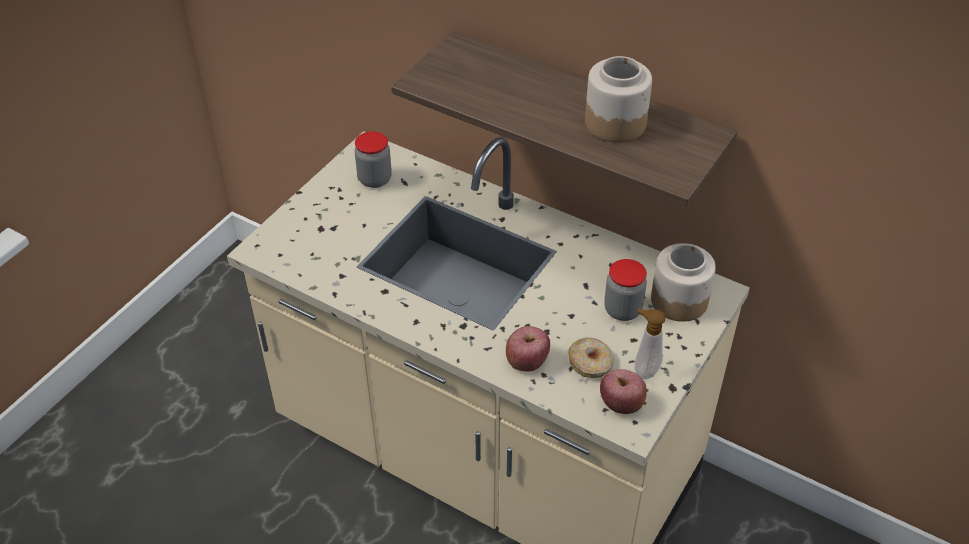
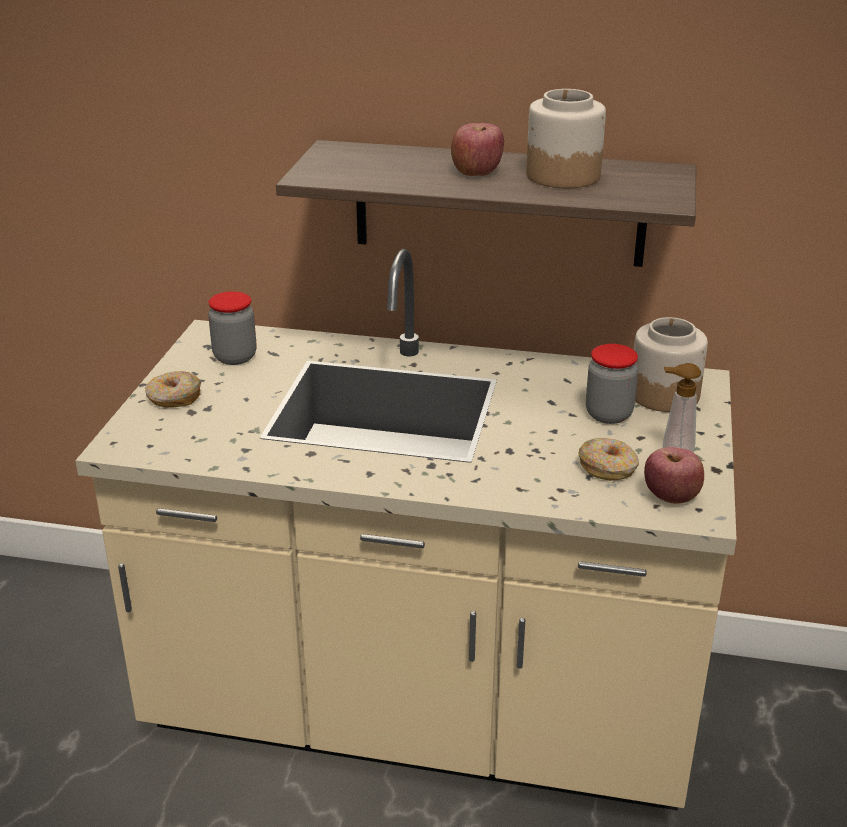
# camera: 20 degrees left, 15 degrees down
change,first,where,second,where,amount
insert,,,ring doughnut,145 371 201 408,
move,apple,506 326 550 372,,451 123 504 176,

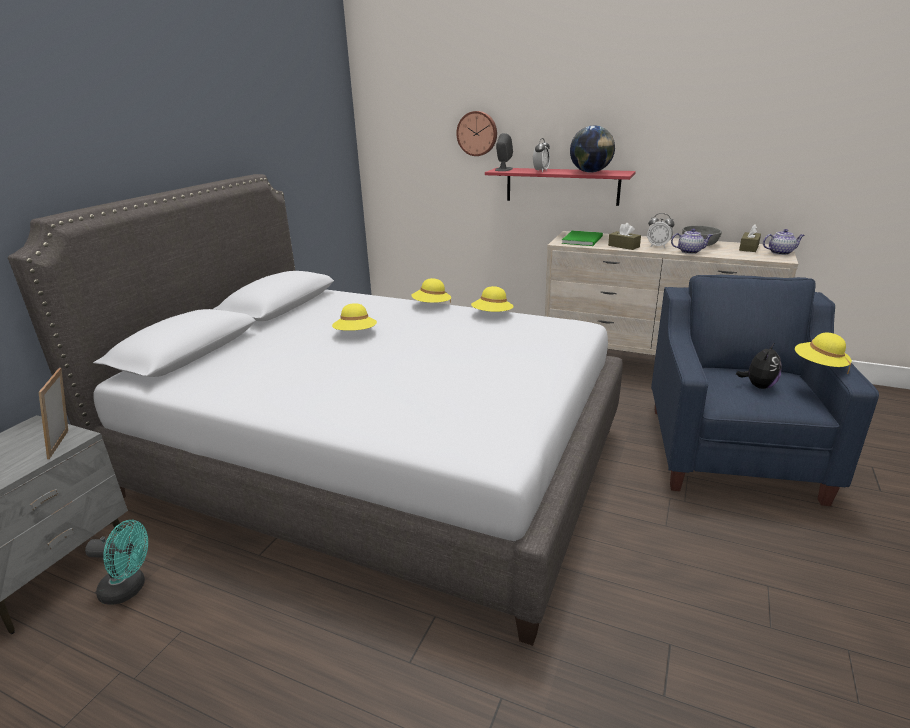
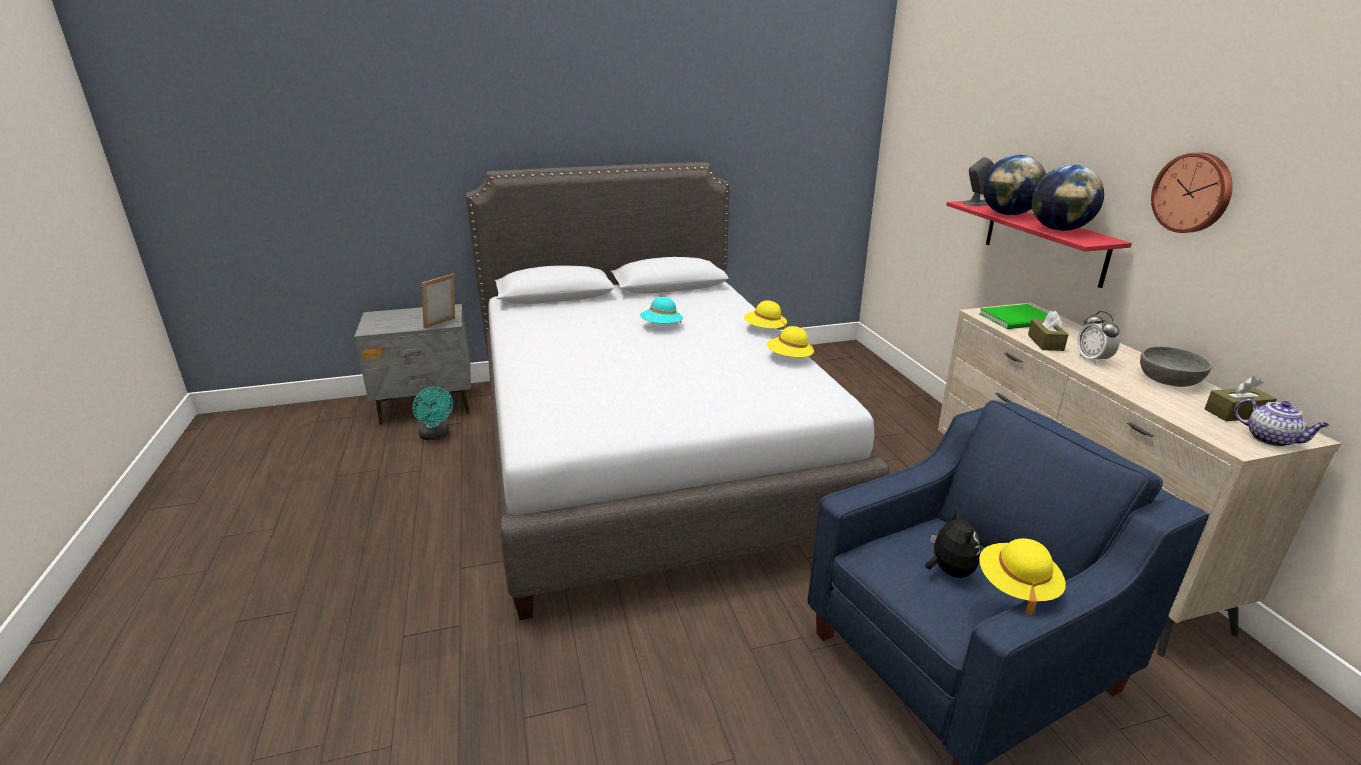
# camera: 50 degrees right, 0 degrees up
change,first,where,second,where,amount
delete,teapot,671 229 712 254,,,
move,wall clock,456 111 497 156,,1151 153 1233 233,
replace,table clock,533 138 550 172,globe,983 155 1046 215,
recolor,yellowish wearable hat,332 303 377 331,blue-green wearable hat,640 297 683 323,
rotate,cuddly toy,736 344 782 389,,925 509 981 578,90 degrees counterclockwise

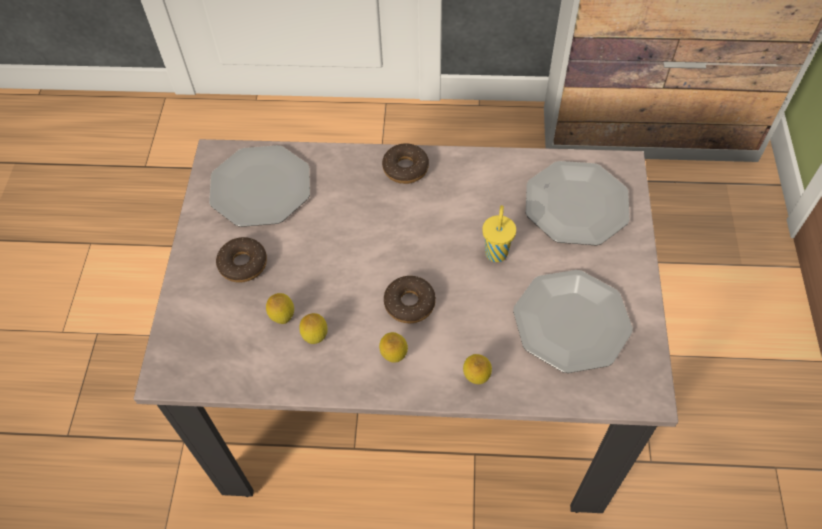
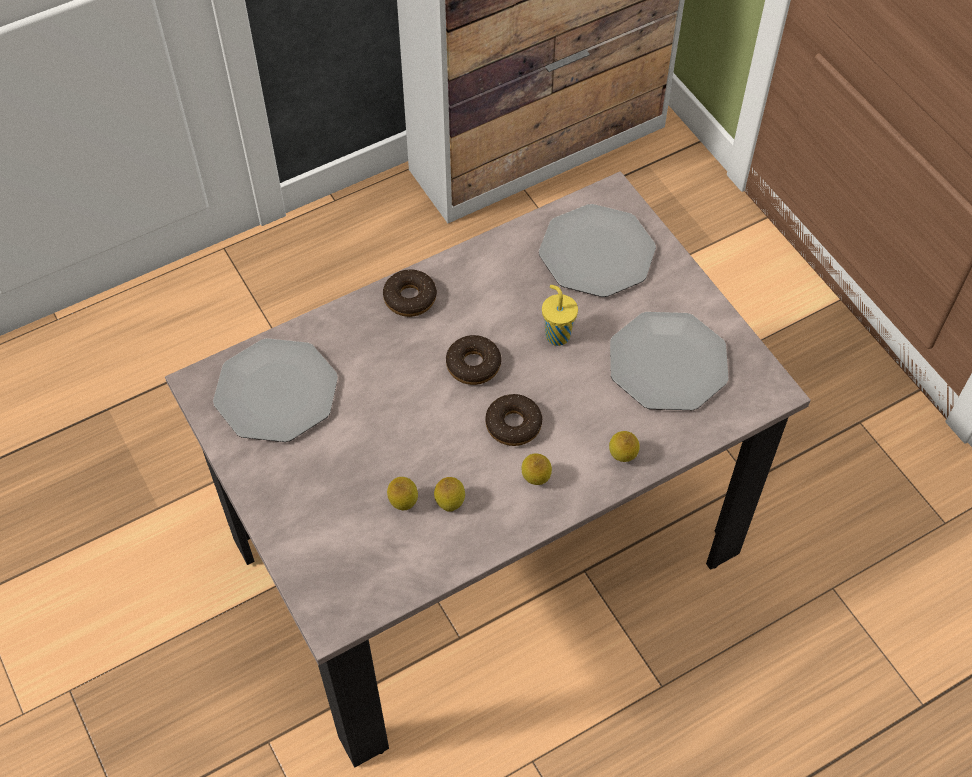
# camera: 35 degrees left, 0 degrees up
change,first,where,second,where,amount
move,ring doughnut,216 237 267 283,,446 335 502 385,

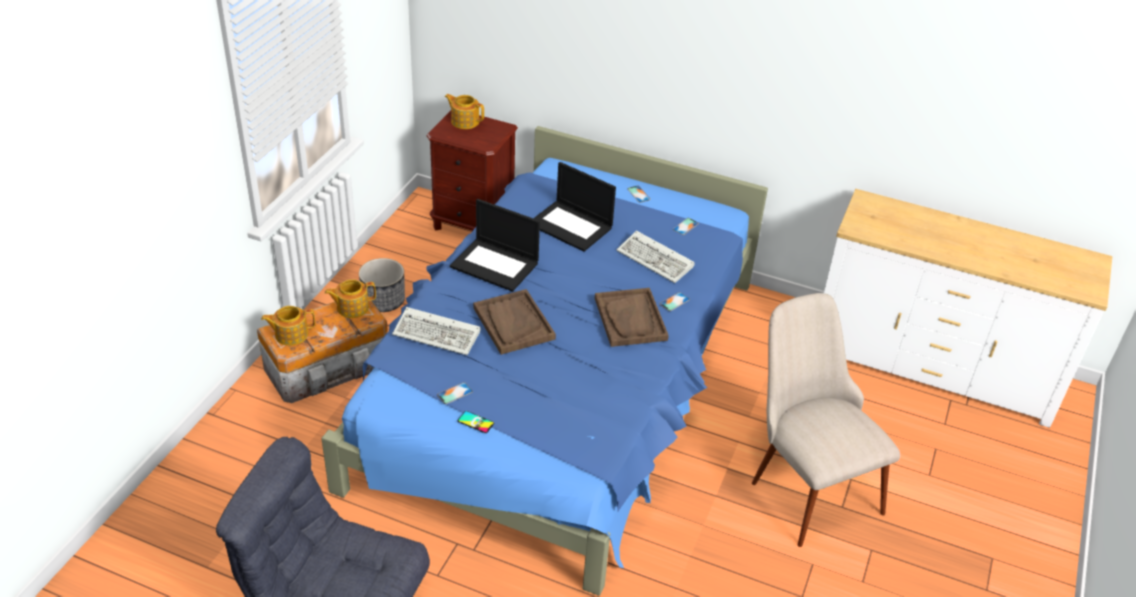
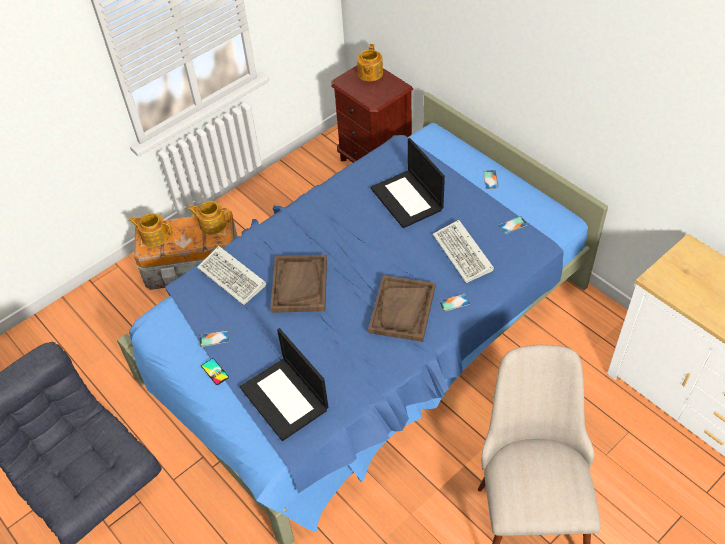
# camera: 30 degrees right, 10 degrees up
change,first,where,second,where,amount
delete,plant pot,359 258 405 312,,,
move,notebook computer,450 199 540 292,,240 328 329 441,
rotate,teapot,445 94 484 129,,357 44 383 81,135 degrees counterclockwise

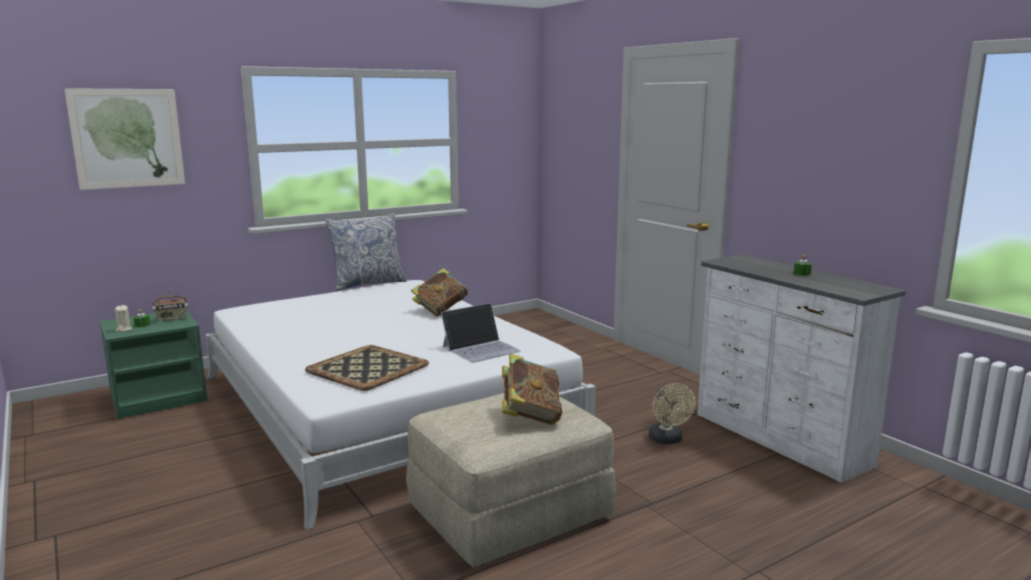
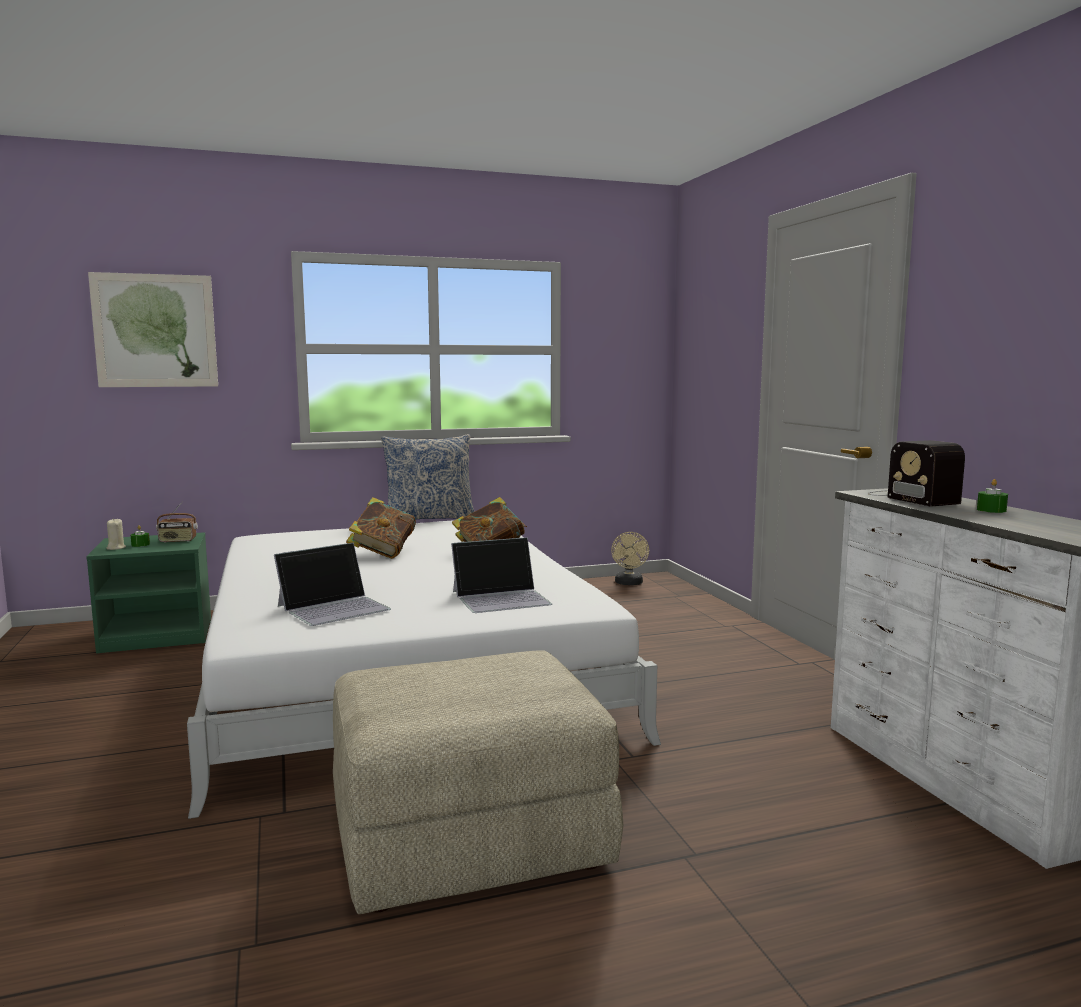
# camera: 15 degrees right, 5 degrees down
change,first,where,second,where,amount
insert,,,radio receiver,867 440 965 507,
move,bound book,502 354 562 424,,346 497 416 559,
move,sand-coloured cooling fan,648 383 696 444,,611 532 649 585,
replace,serving tray,305 345 429 391,notebook computer,274 543 391 626,

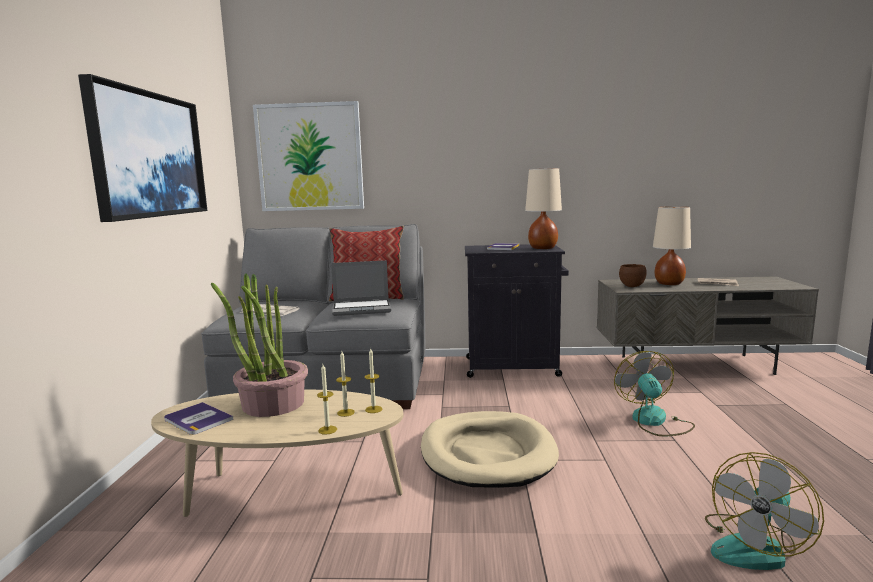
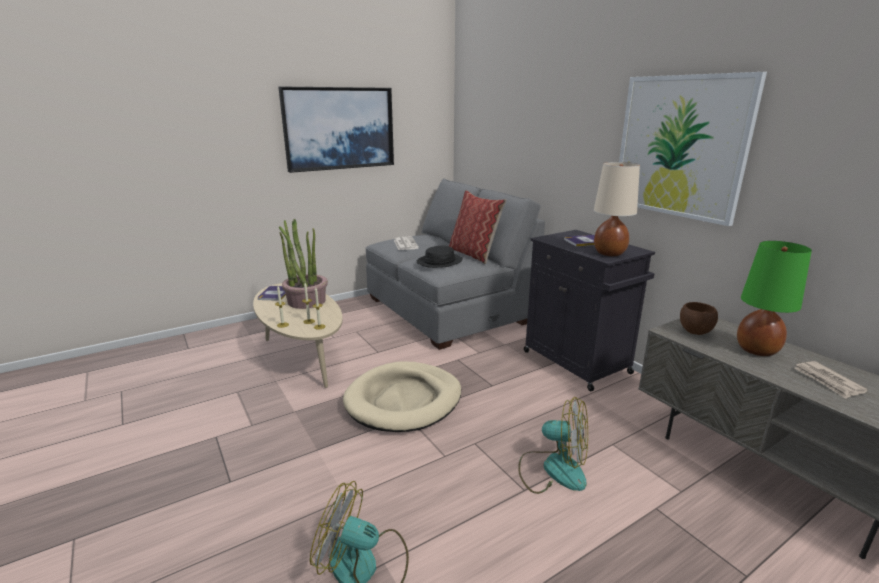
# camera: 55 degrees right, 10 degrees up
change,first,where,second,where,amount
move,wall art,253 101 364 211,,619 72 767 226,
replace,notebook computer,331 260 391 316,black-coloured wearable hat,417 246 463 268,
recolor,sand-coloured table lamp,653 206 691 285,green-coloured table lamp,737 241 812 356,
rotate,cooling fan,614 351 695 436,,518 397 588 494,60 degrees clockwise

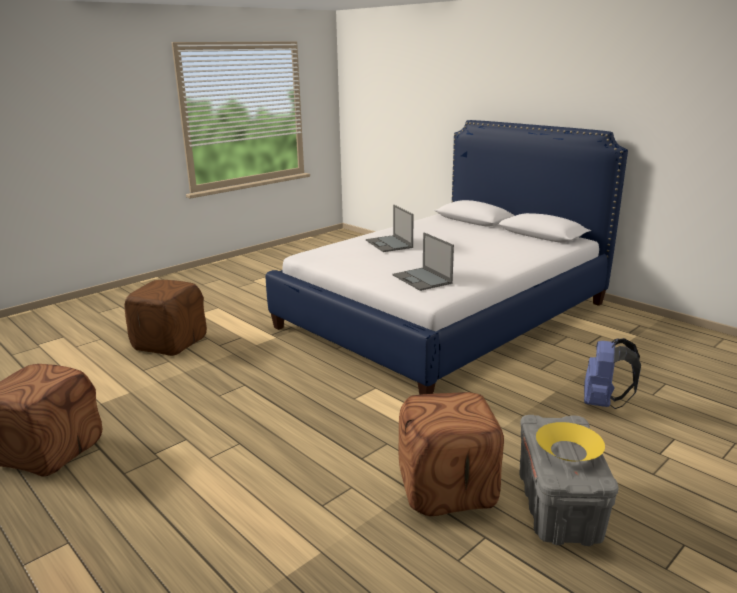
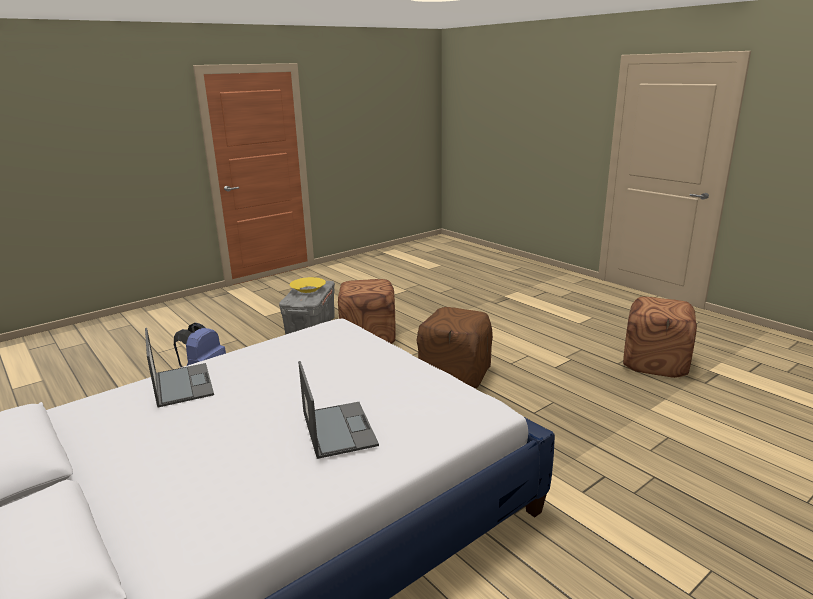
# camera: 175 degrees left, 0 degrees up
change,first,where,second,where,amount
move,brownish footrest,124 280 207 356,,417 307 493 389,
move,notebook computer,393 232 454 291,,145 328 214 407,

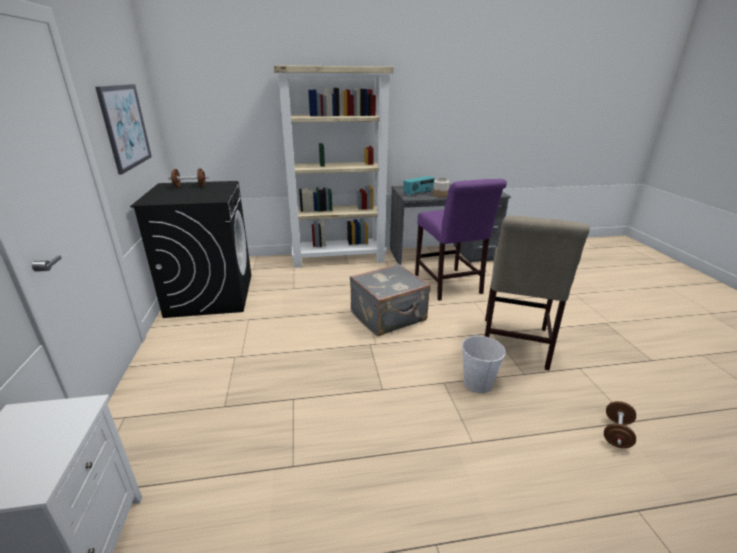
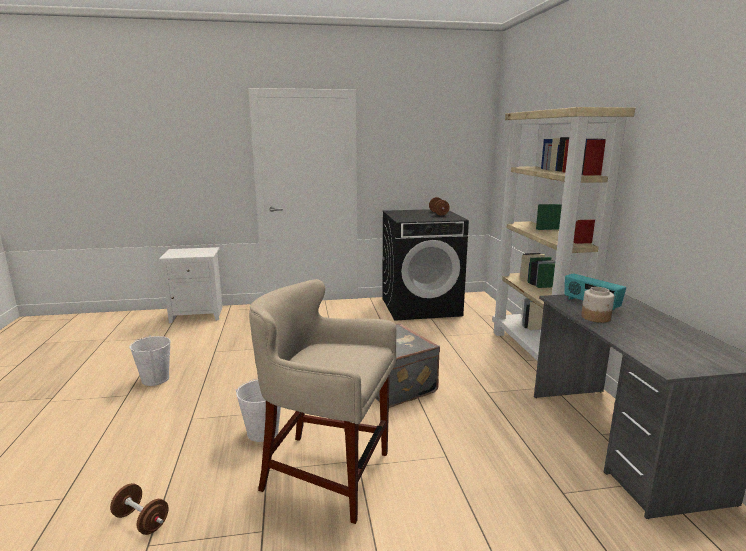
# camera: 90 degrees right, 10 degrees down
change,first,where,second,where,amount
delete,wall art,95 84 152 175,,,
delete,purplish plain chair,415 179 507 301,,,
insert,,,white-coloured pail,129 335 171 386,
replace,sand-coloured plain chair,485 216 590 370,sand-coloured stool seat,249 279 396 524,

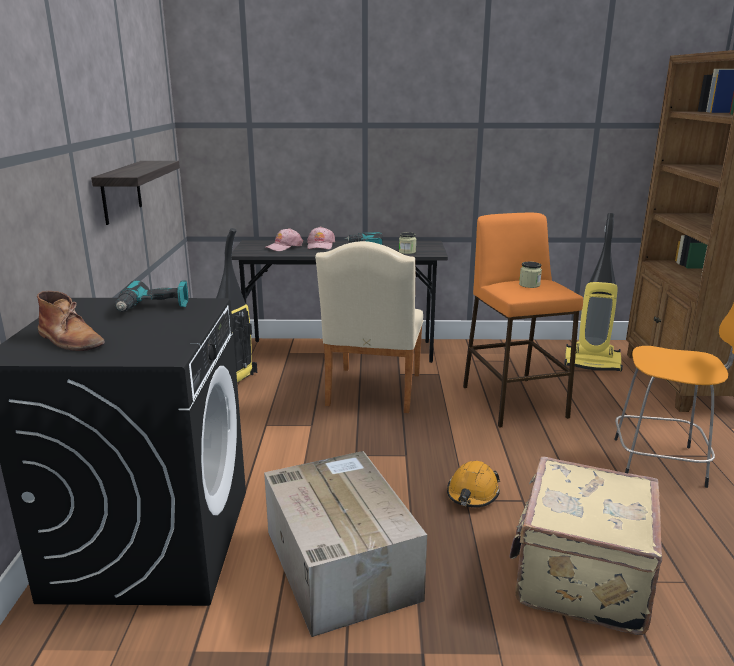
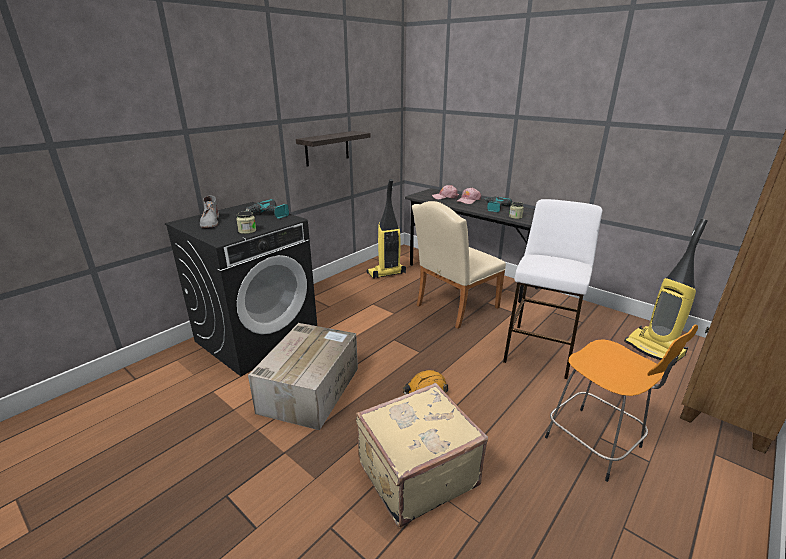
# camera: 40 degrees right, 5 degrees up
change,first,where,second,where,amount
move,preserve jar,519 262 542 288,,236 211 256 234,
recolor,brownish high-top boot,37 291 105 351,gray high-top boot,200 196 219 229,
recolor,orange stool seat,463 213 583 428,white-coloured stool seat,503 199 602 379,

